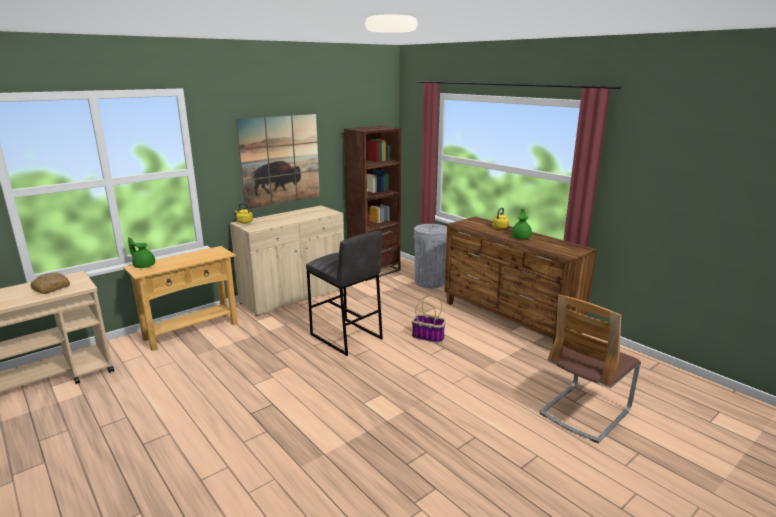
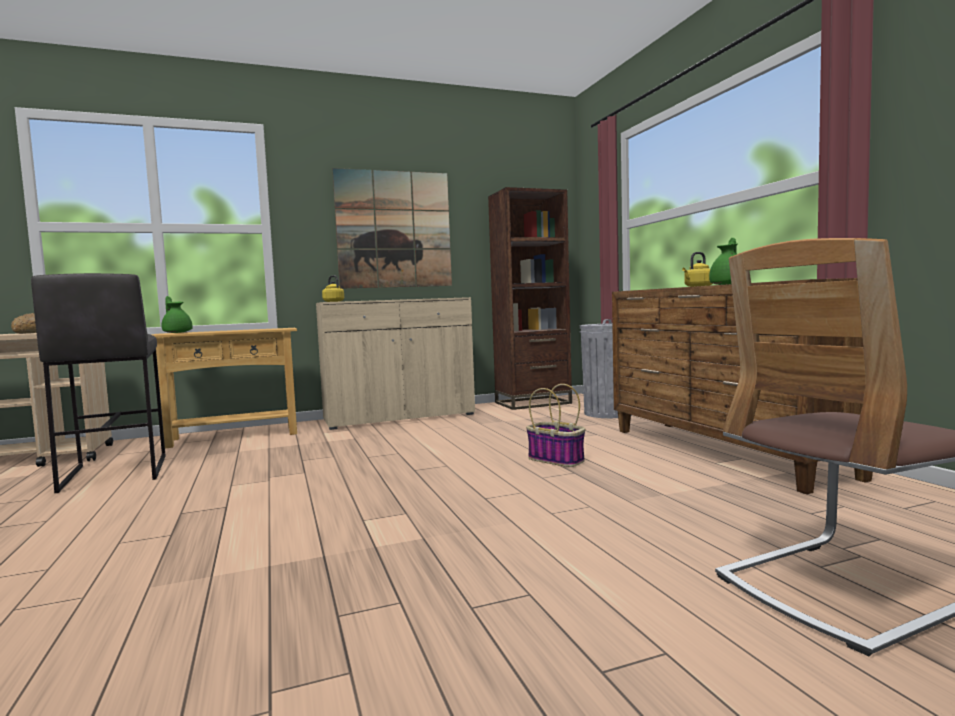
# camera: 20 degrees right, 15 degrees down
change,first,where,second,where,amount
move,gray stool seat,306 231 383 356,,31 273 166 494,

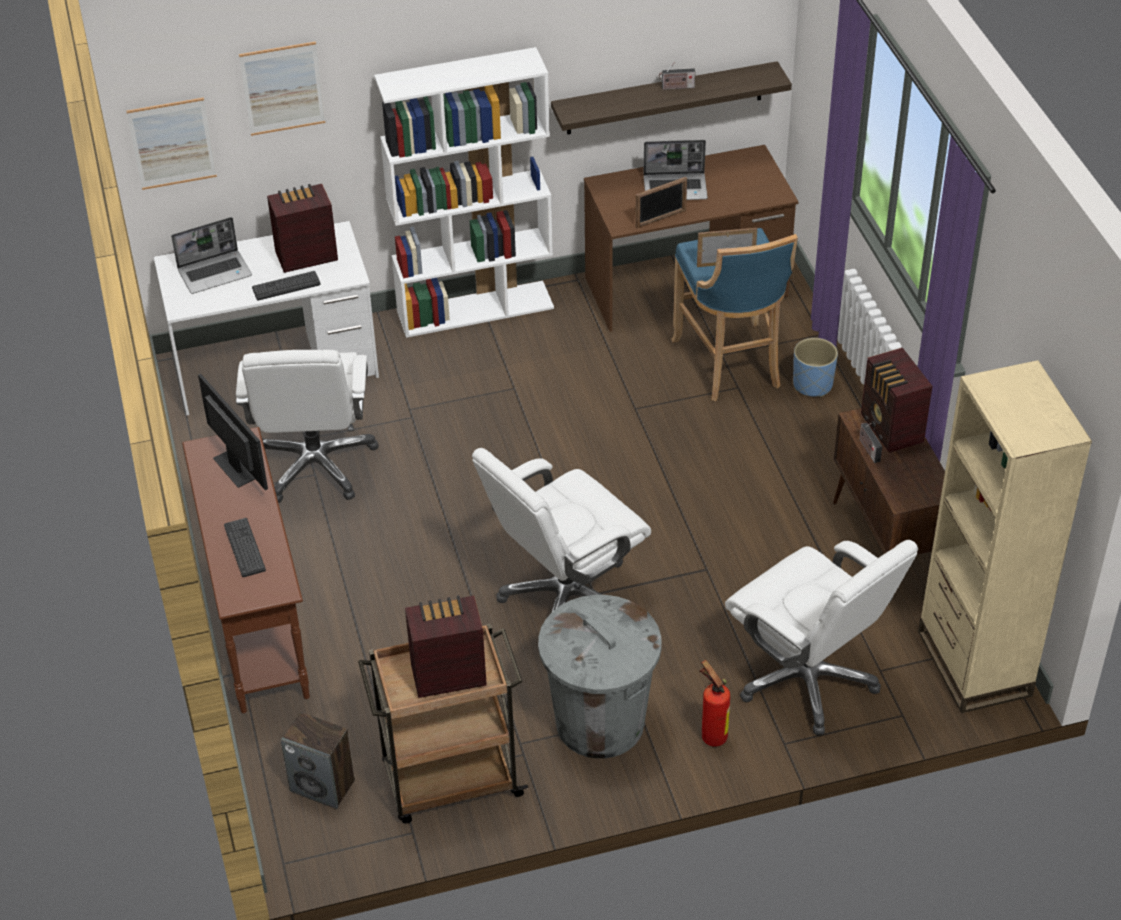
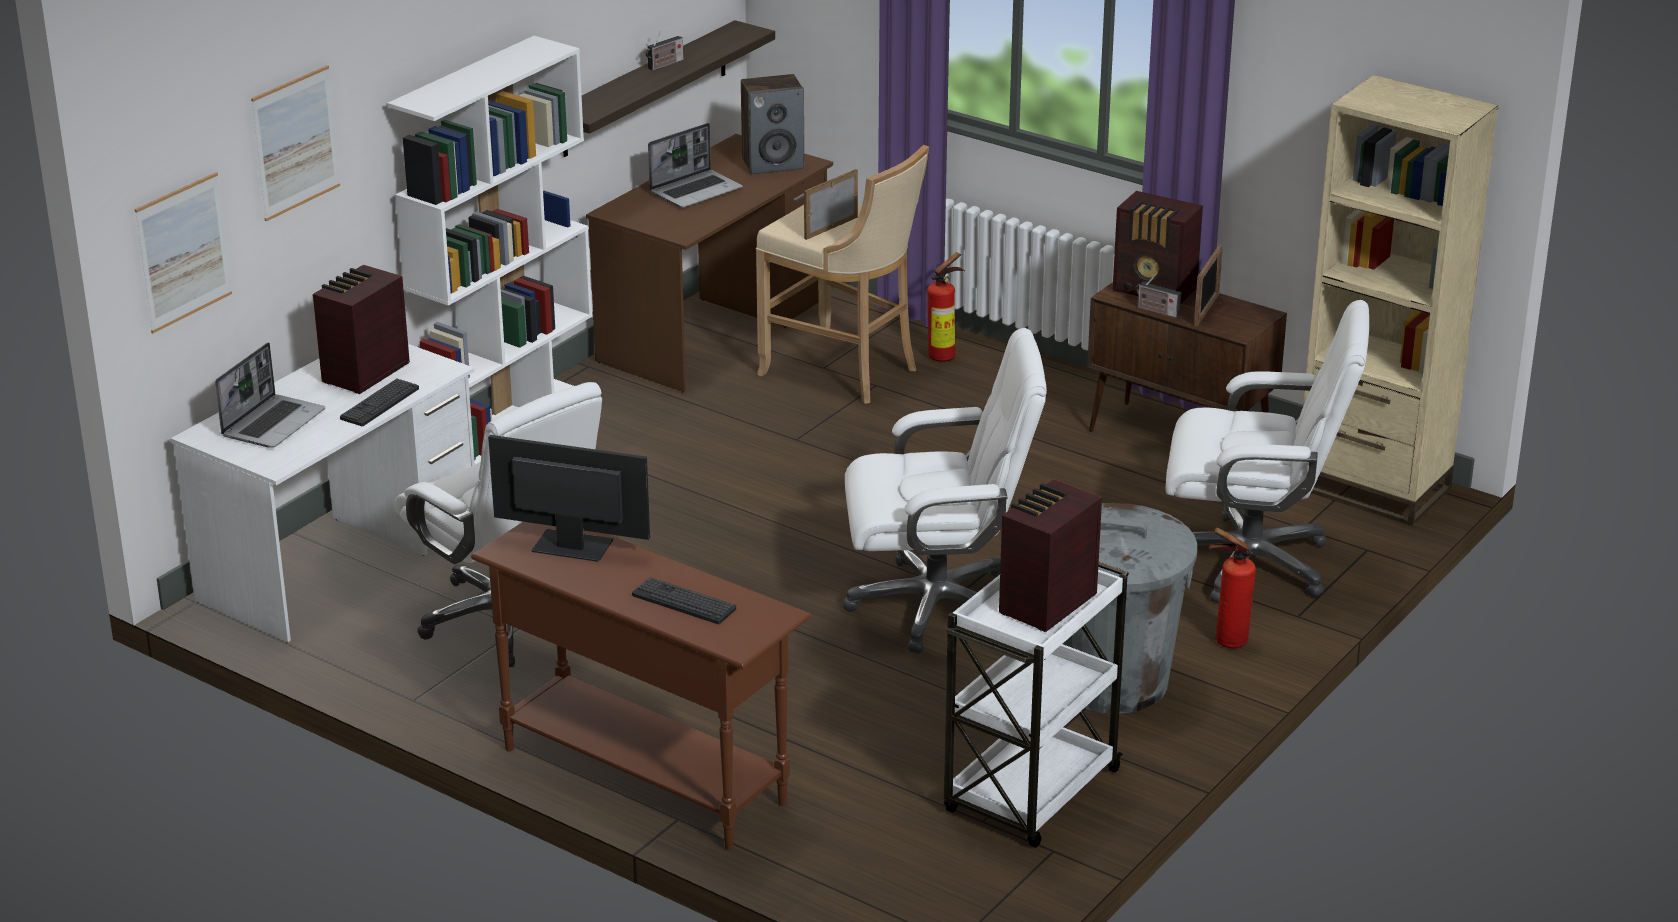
# camera: 40 degrees left, 15 degrees down
change,first,where,second,where,amount
move,speaker,281 712 355 809,,741 74 804 175,
move,standing frame,635 177 687 228,,1194 245 1223 326,
replace,bluish plant pot,793 338 838 397,fire-fighting cylinder,927 252 965 362,
recolor,brownish trolley,358 624 528 824,white-coloured trolley,944 562 1129 848,
recolor,bluish stool seat,671 228 798 401,sand-coloured stool seat,756 145 929 404,
rotate,white-coloured desk chair,472 448 651 613,,843 328 1047 653,105 degrees counterclockwise

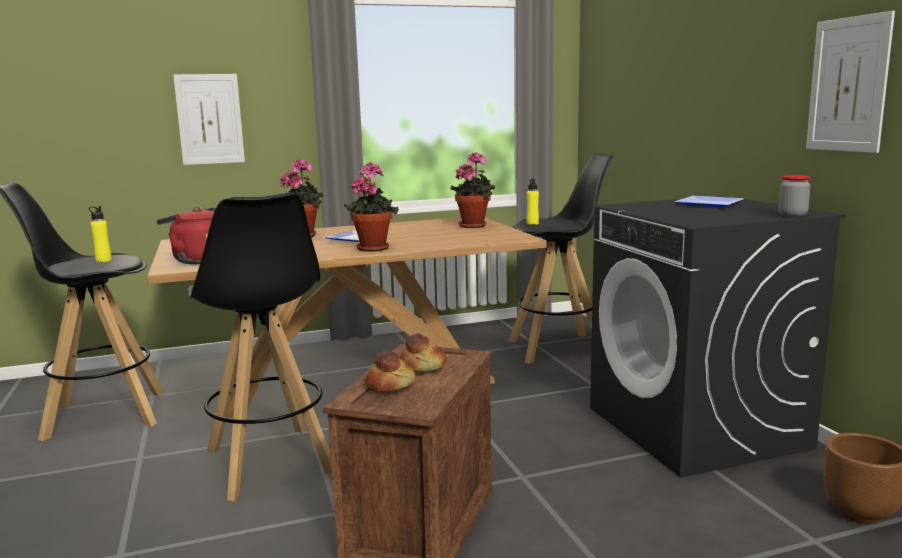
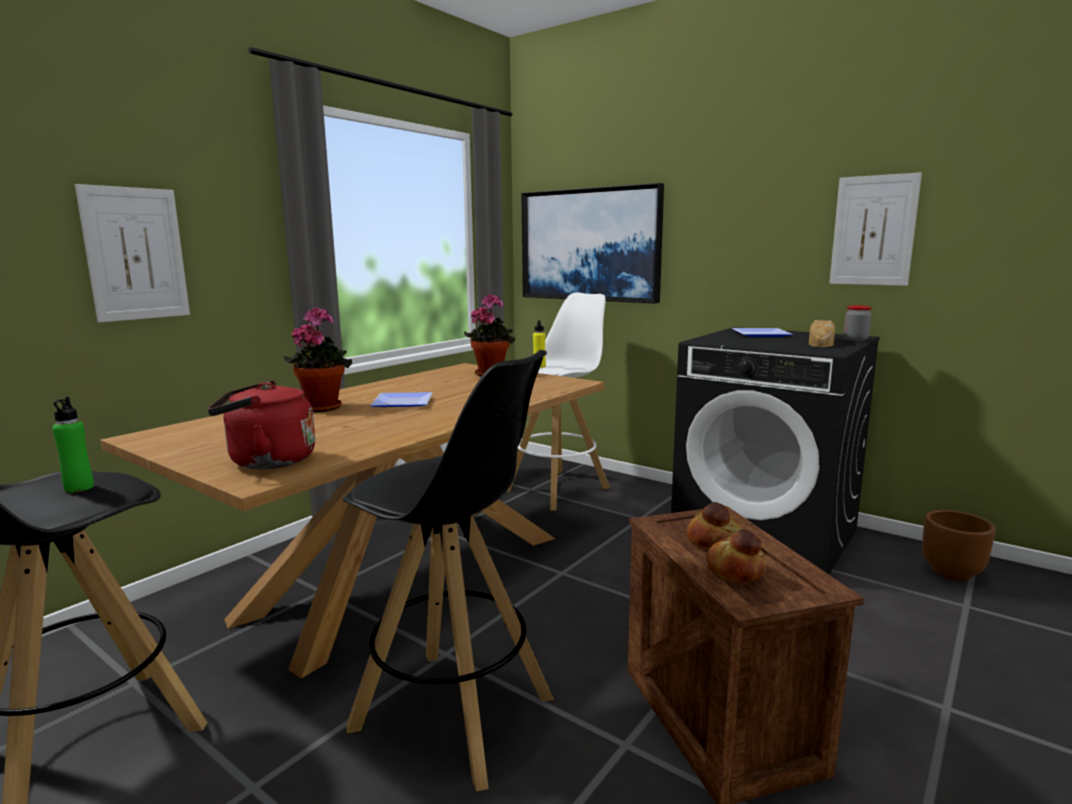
# camera: 35 degrees left, 0 degrees up
change,first,where,second,where,amount
delete,potted plant,344 163 399 251,,,
insert,,,wall art,521 183 664 303,
insert,,,bread,809 320 835 347,
recolor,yellowish beverage bottle,89 206 112 262,green-coloured beverage bottle,52 397 94 492,
recolor,black-coloured stool seat,508 153 614 364,white-coloured stool seat,506 292 610 511,

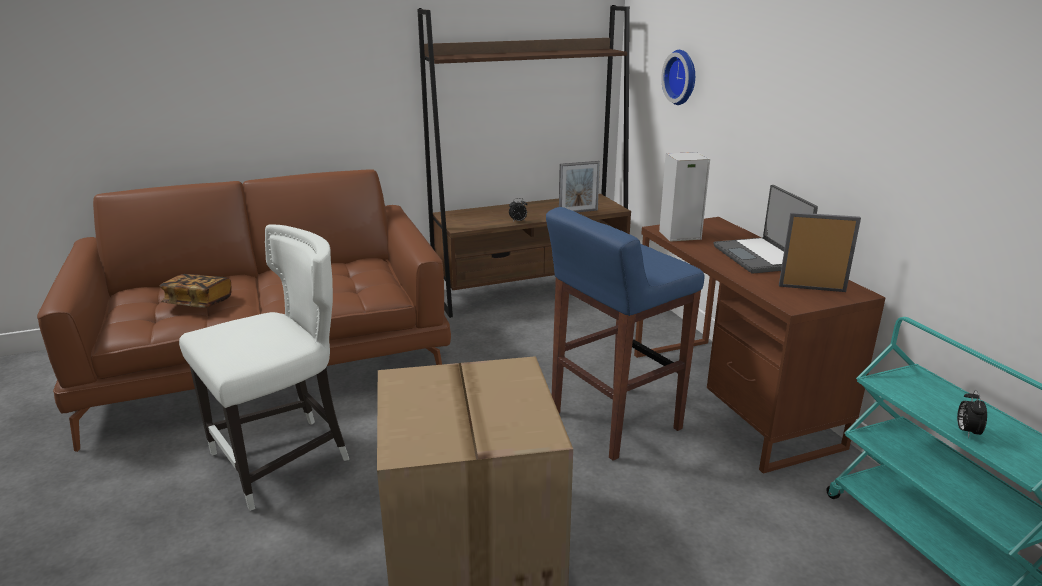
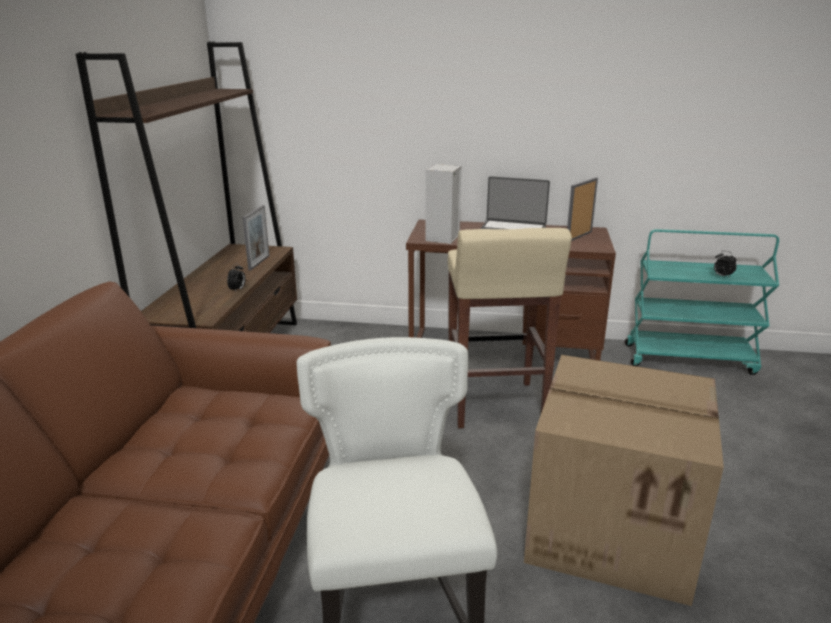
# camera: 60 degrees left, 0 degrees up
change,first,where,second,where,amount
delete,bound book,159 274 232 308,,,
delete,wall clock,661 50 695 105,,,
recolor,bluish stool seat,546 207 705 461,sand-coloured stool seat,448 228 572 428,

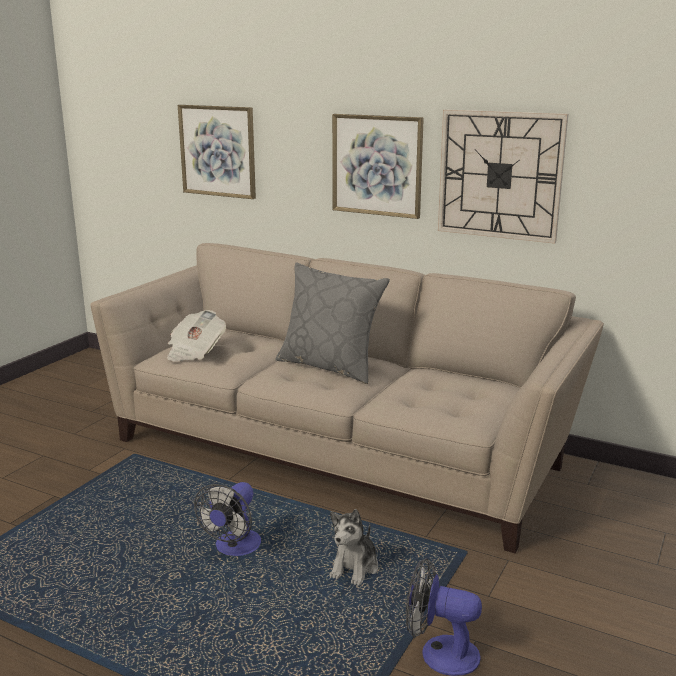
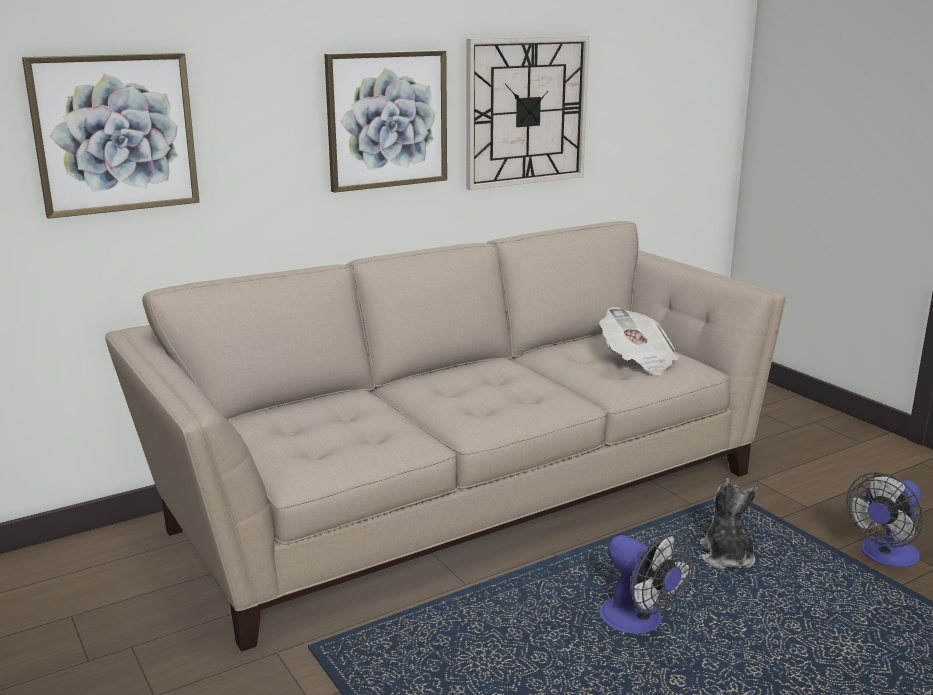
# camera: 60 degrees left, 0 degrees up
change,first,where,second,where,amount
delete,gray throw pillow,275 263 390 384,,,
move,printed paper,167 310 226 362,,599 307 679 375,
rotate,cuddly toy,329 509 378 586,,700 478 758 569,150 degrees counterclockwise

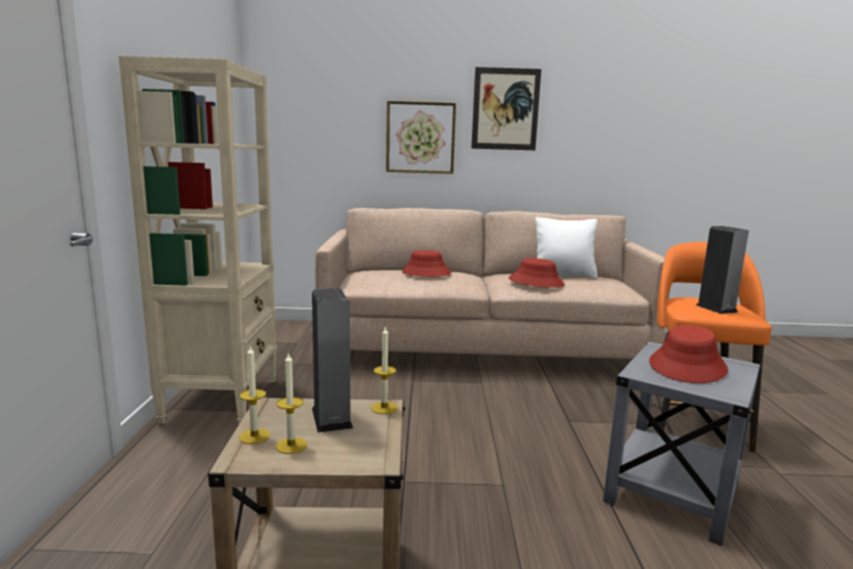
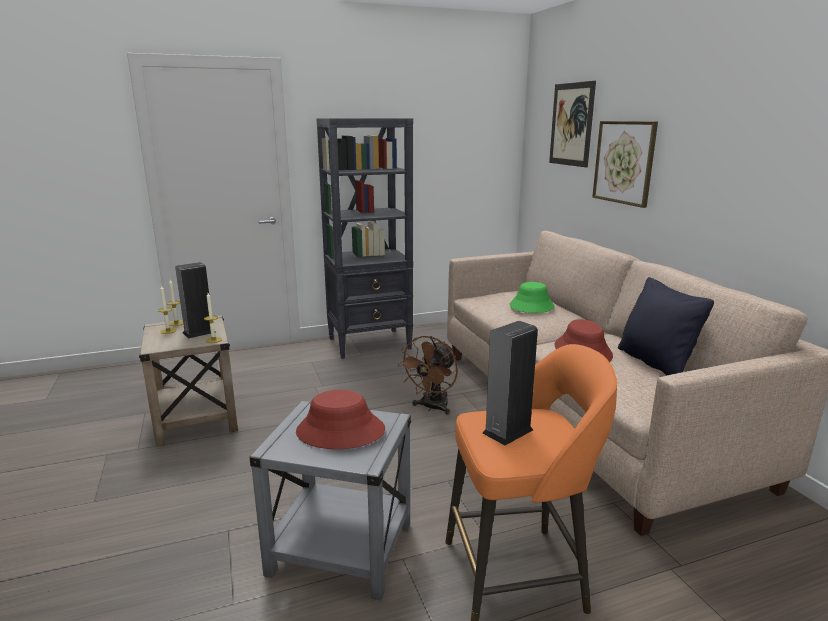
# camera: 70 degrees right, 5 degrees up
change,first,where,second,where,amount
insert,,,brownish cooling fan,398 336 458 415,
move,wall art,471 67 541 150,,549 81 596 167,
recolor,sand-coloured bookcase,119 56 277 424,black-coloured bookcase,316 118 413 359,
recolor,red-coloured wearable hat,402 250 451 277,green-coloured wearable hat,509 282 555 313,
recolor,white-coloured throw pillow,535 217 598 279,black-coloured throw pillow,618 277 714 376,

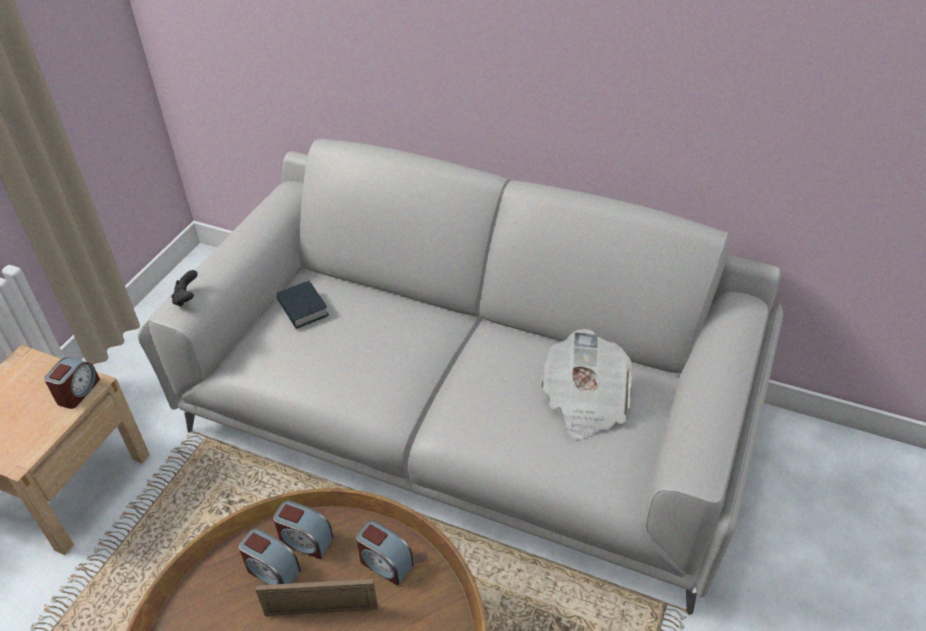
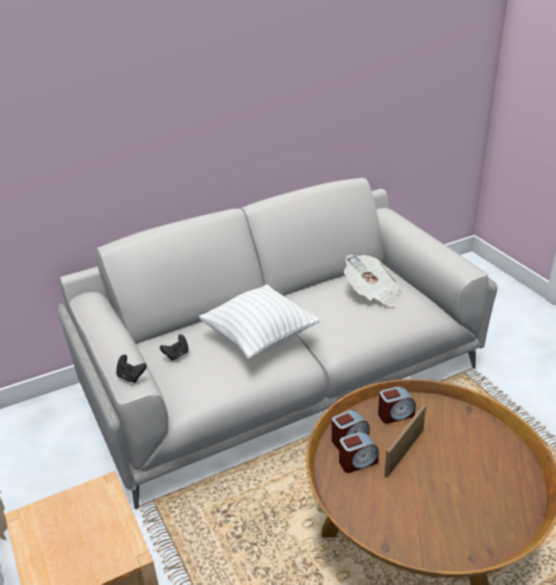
# camera: 50 degrees left, 10 degrees down
change,first,where,second,where,amount
delete,table clock,44 357 100 409,,,
insert,,,white-coloured throw pillow,199 284 320 359,
replace,bound book,276 281 329 329,black-coloured joypad,160 334 189 361,

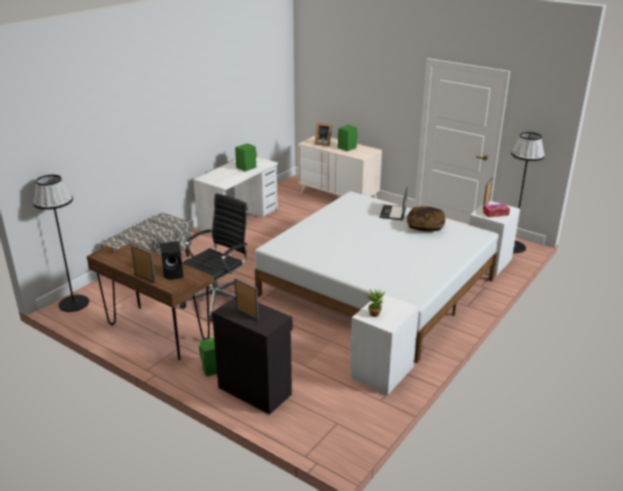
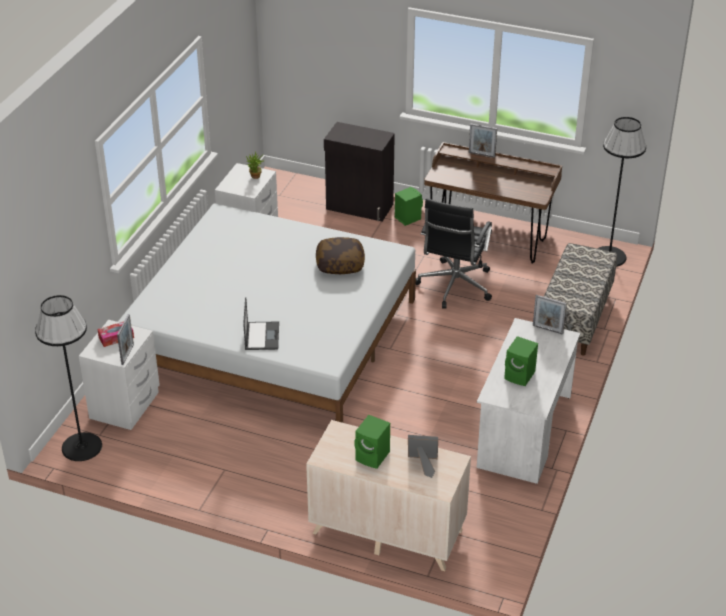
# camera: 165 degrees right, 10 degrees up
change,first,where,second,where,amount
delete,black-coloured speaker,160 241 183 280,,,
move,standing frame,234 278 259 321,,533 295 567 335,
move,throw pillow,407 206 445 231,,316 237 365 274,

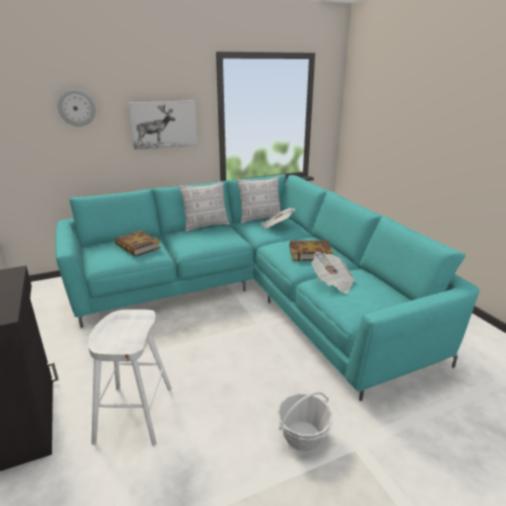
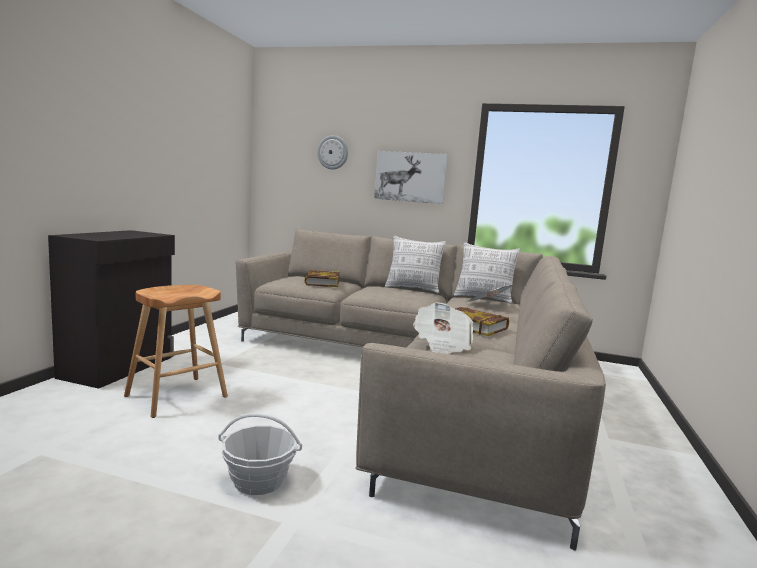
# camera: 40 degrees right, 15 degrees down
change,first,where,second,where,amount
recolor,blue-green settee,55 174 480 401,sand-coloured settee,236 229 606 551,
recolor,white-coloured stool seat,88 309 172 446,brownish stool seat,124 285 228 418,

